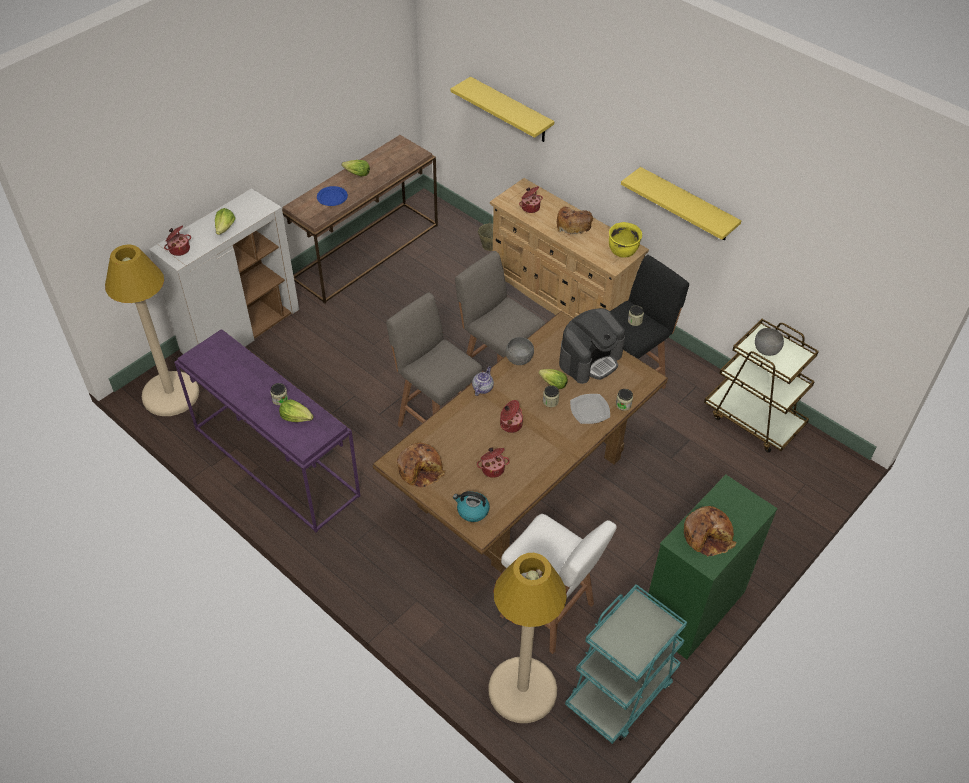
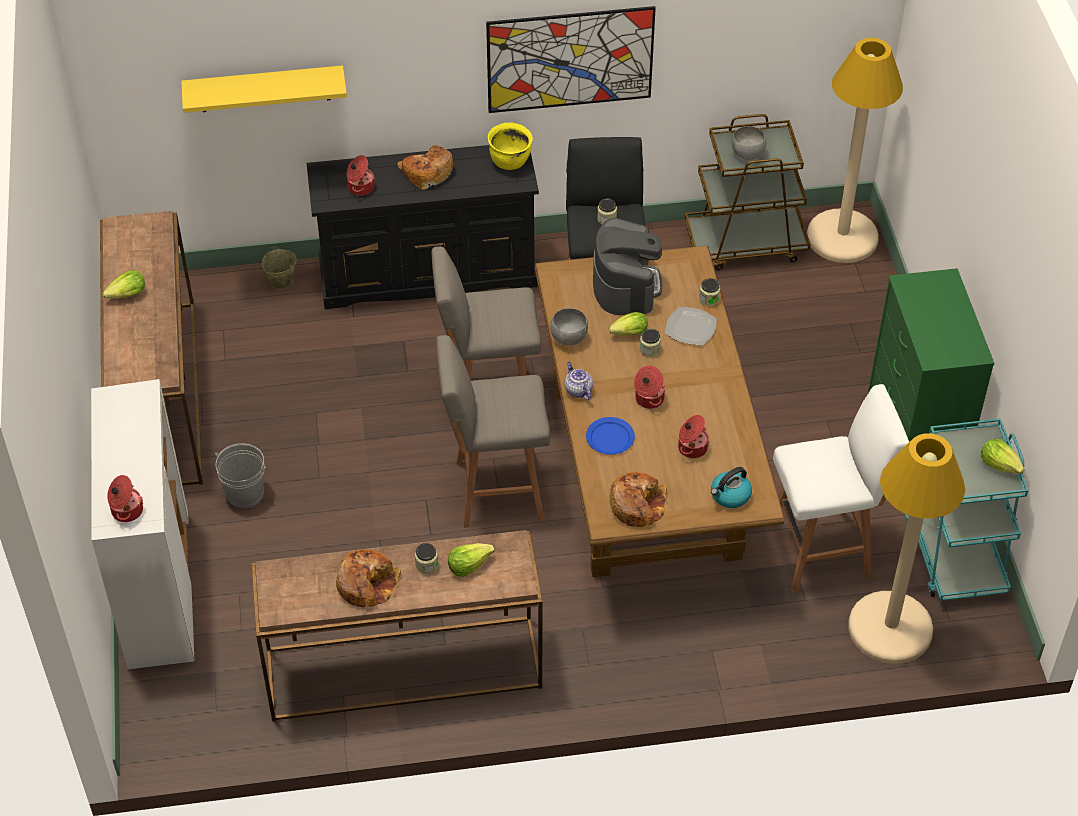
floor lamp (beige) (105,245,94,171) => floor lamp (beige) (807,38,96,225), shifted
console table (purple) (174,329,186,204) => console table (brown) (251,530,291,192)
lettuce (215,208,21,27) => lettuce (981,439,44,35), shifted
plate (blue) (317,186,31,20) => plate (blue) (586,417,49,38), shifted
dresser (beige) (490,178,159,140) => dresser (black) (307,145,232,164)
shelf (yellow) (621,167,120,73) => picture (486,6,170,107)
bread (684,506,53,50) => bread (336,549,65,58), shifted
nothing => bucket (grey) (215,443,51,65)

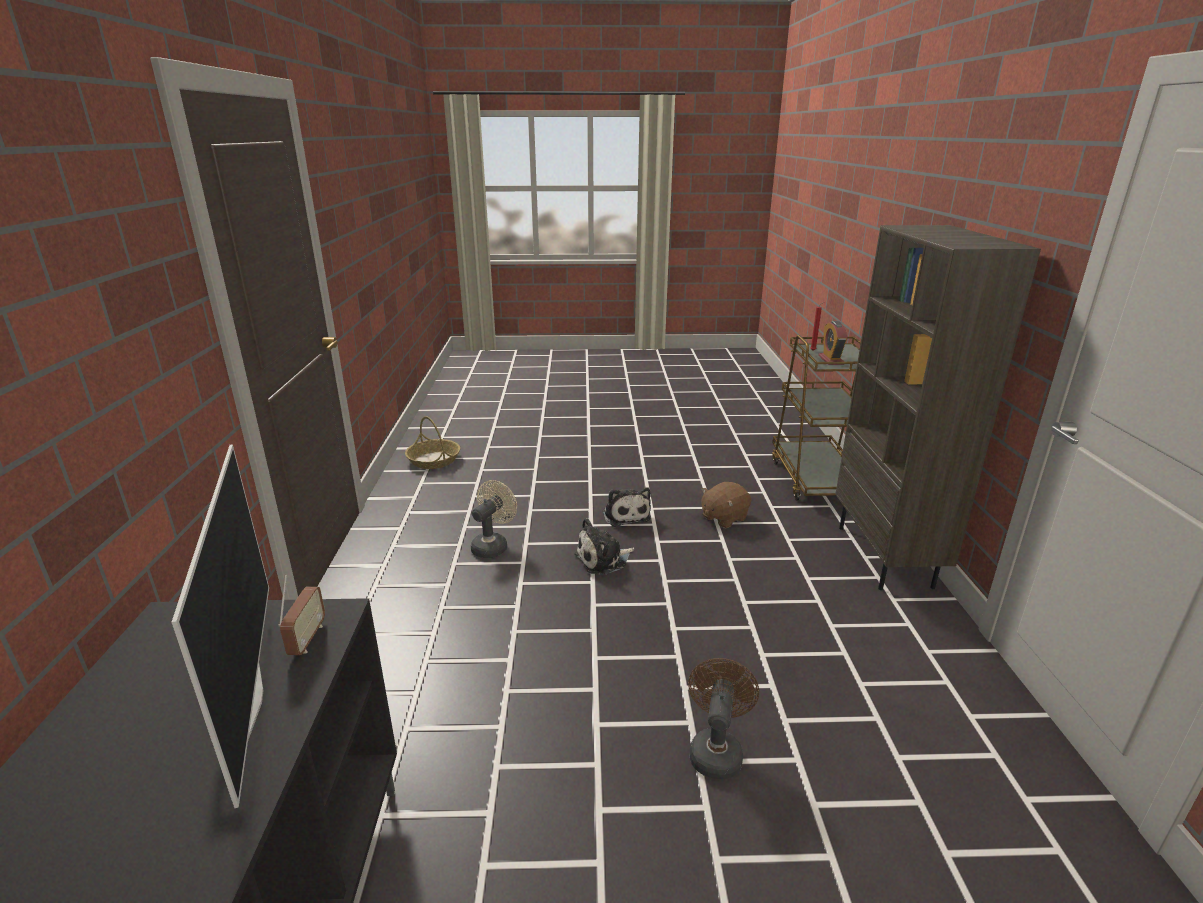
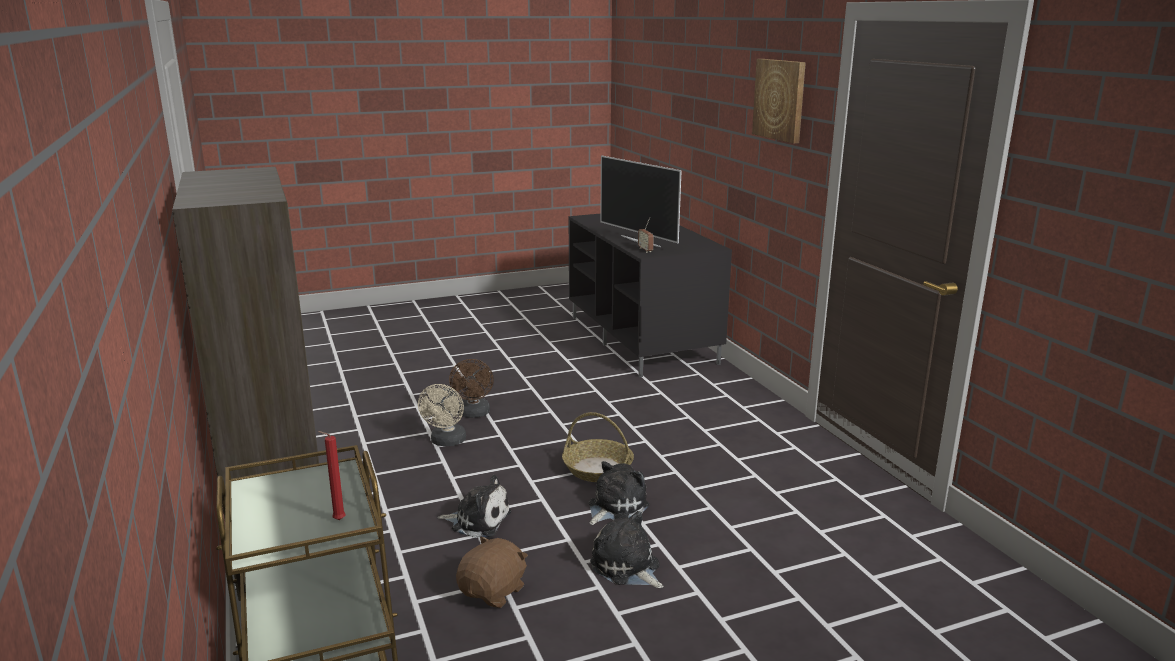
basket (405,416,55,53) => basket (562,412,72,70), shifted
fan (beige) (471,480,46,78) => fan (beige) (418,384,48,62), shifted
alarm clock (818,321,29,44) => nothing
nothing => plush toy (437,475,74,63)
nothing => picture (752,59,54,85)

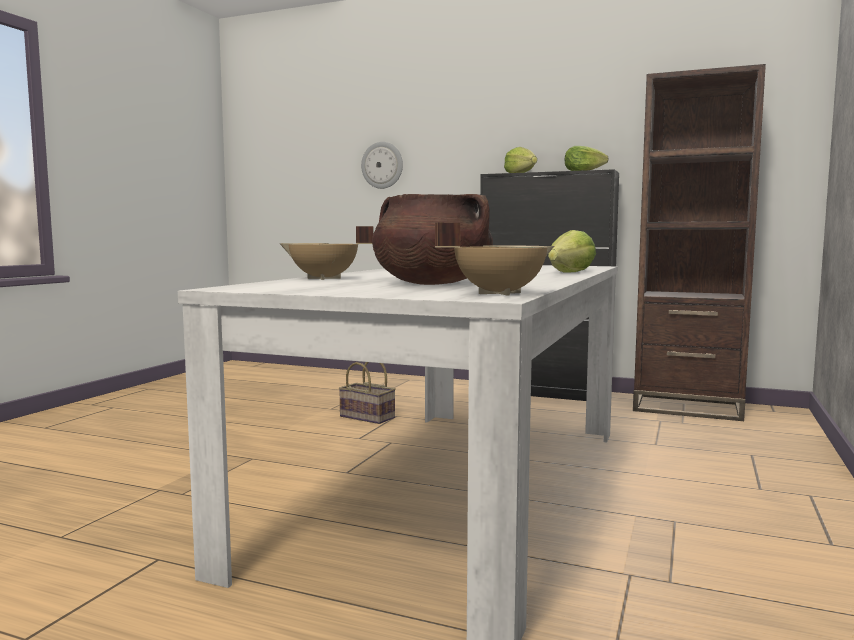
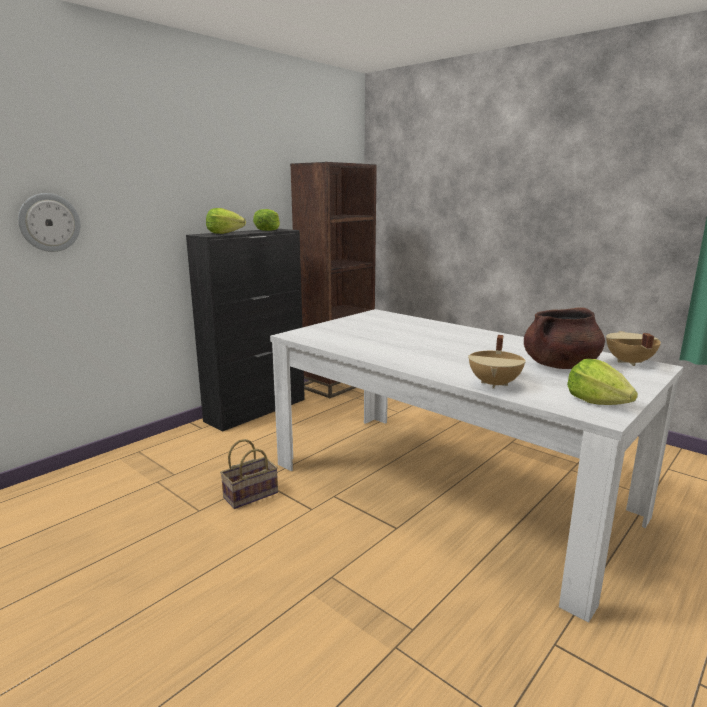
lettuce (548,230,48,42) => lettuce (567,359,71,46), shifted

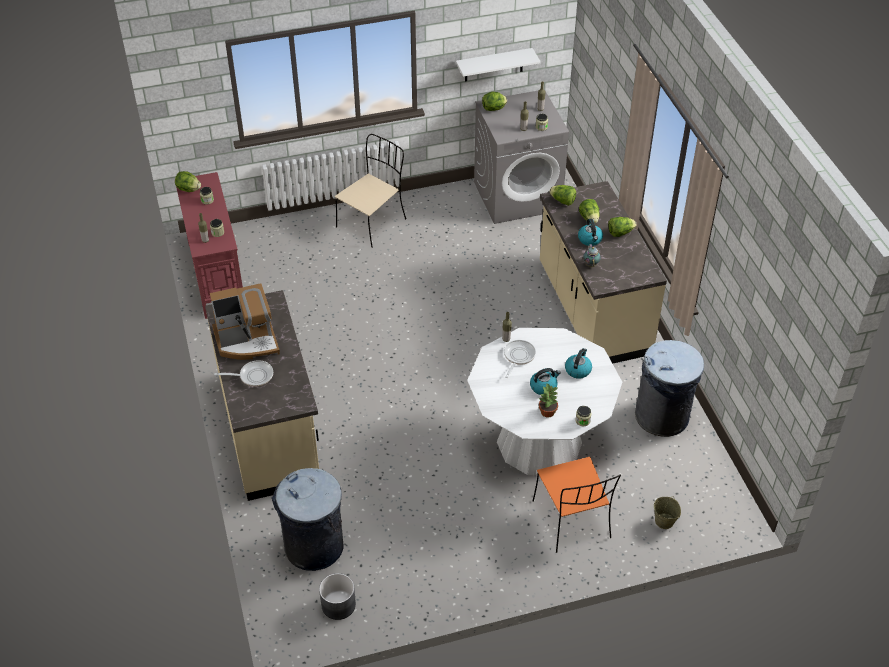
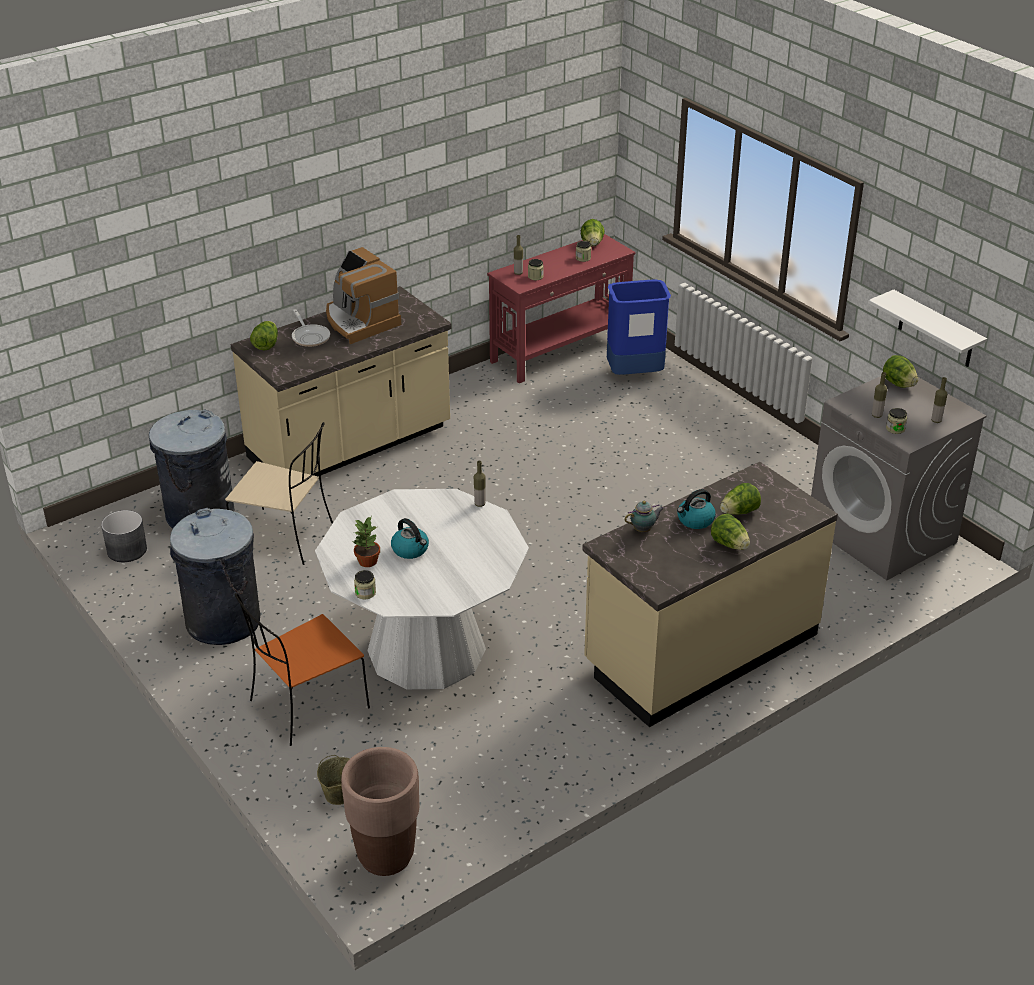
chair (beige) (335,134,71,114) => chair (beige) (225,422,108,143), shifted
frying pan (504,340,32,38) => nothing
lettuce (549,185,27,21) => lettuce (250,321,28,30), shifted
kettle (565,348,27,31) => nothing
trash can (grey) (635,340,69,97) => trash can (grey) (170,508,91,137), shifted
nothing => planter (brown) (341,747,78,129)
nothing => trash can (blue) (607,280,64,95)

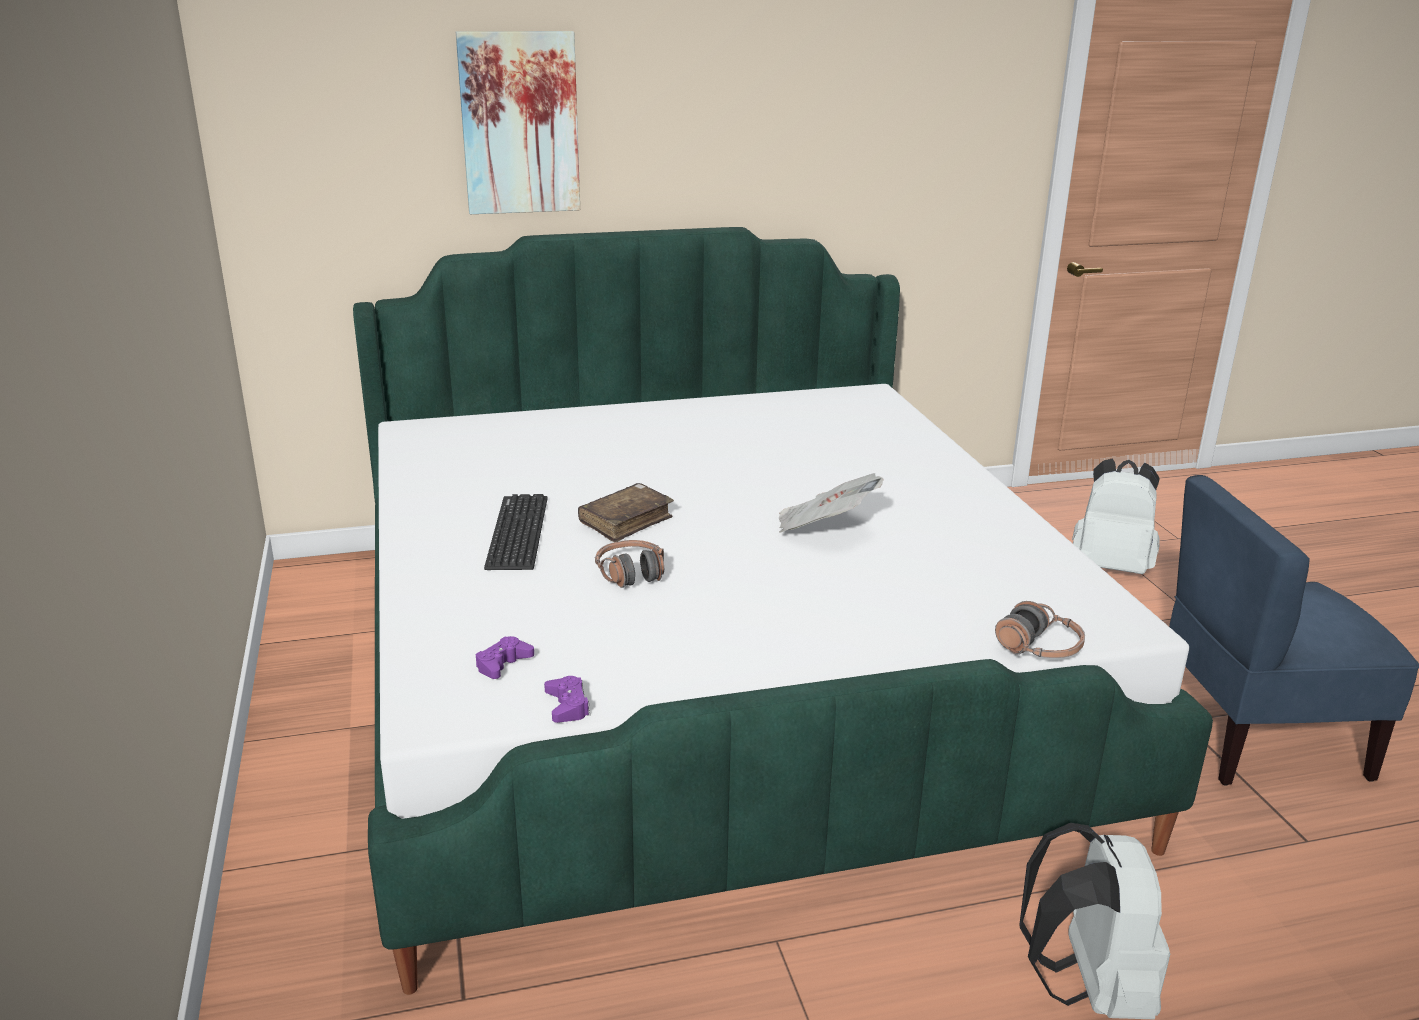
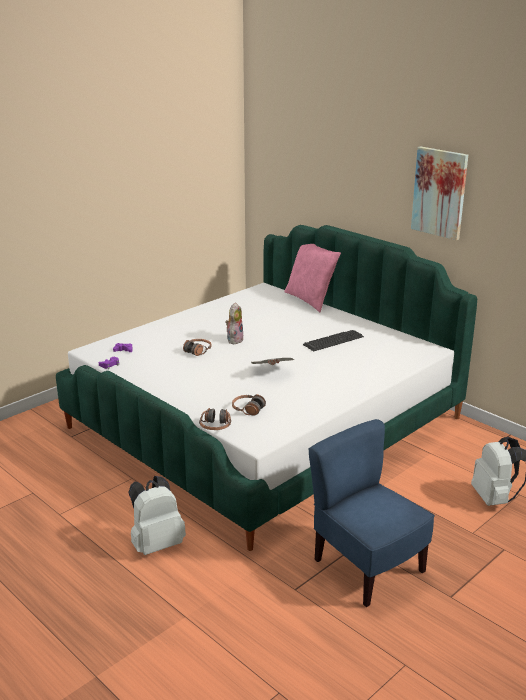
picture (456,31,124,183) => picture (411,146,57,94), shifted
keyboard (484,494,64,76) => keyboard (303,330,61,21), shifted
book (brown) (578,483,96,59) => plush toy (225,302,18,42)
nothing => headphones (232,394,34,22)
nothing => pillow (pink) (284,244,57,68)

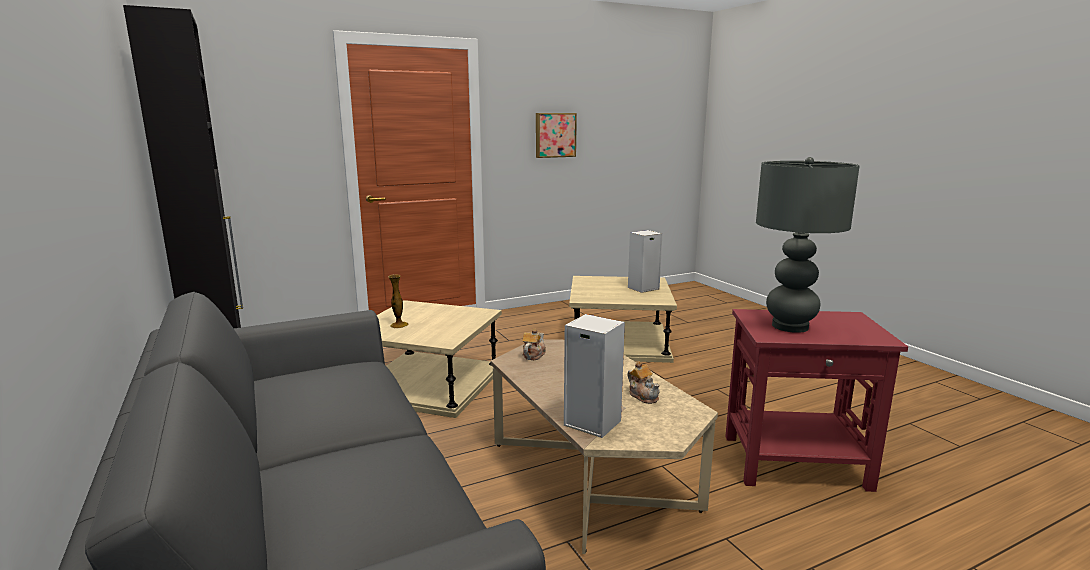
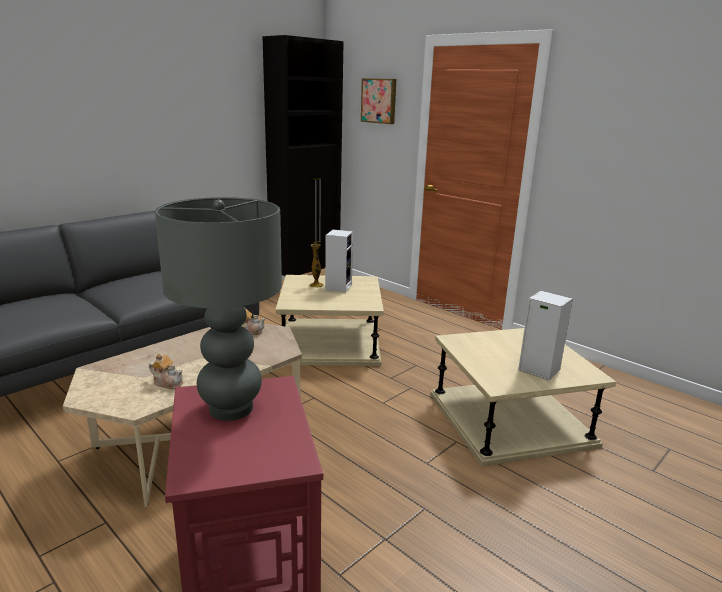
picture (536,113,41,45) => picture (361,78,35,46), shifted
speaker (564,314,61,124) => speaker (325,230,28,63), shifted
teapot (627,361,33,43) => teapot (149,354,34,35), 105 degrees counterclockwise

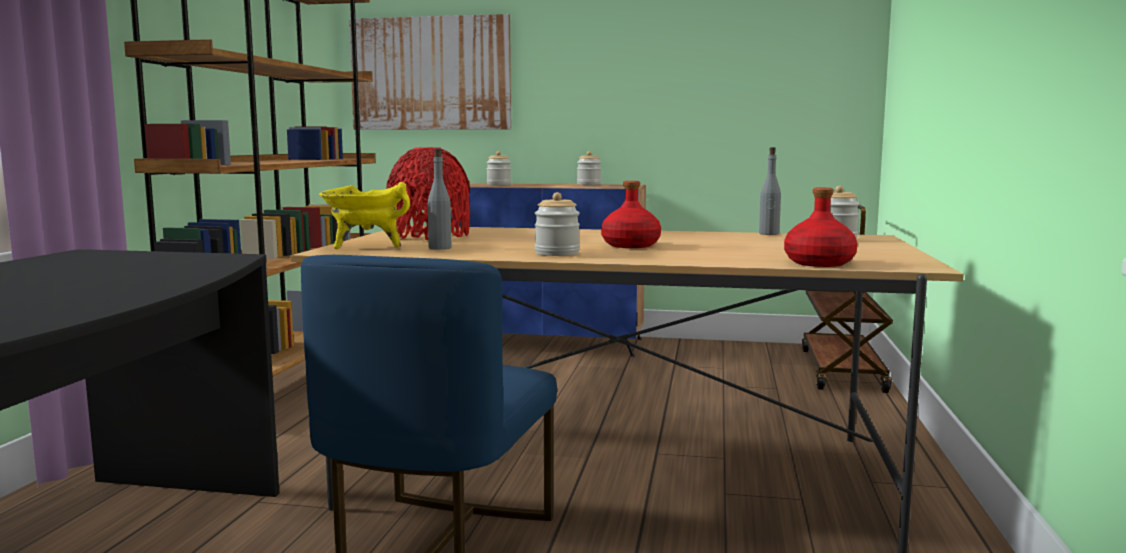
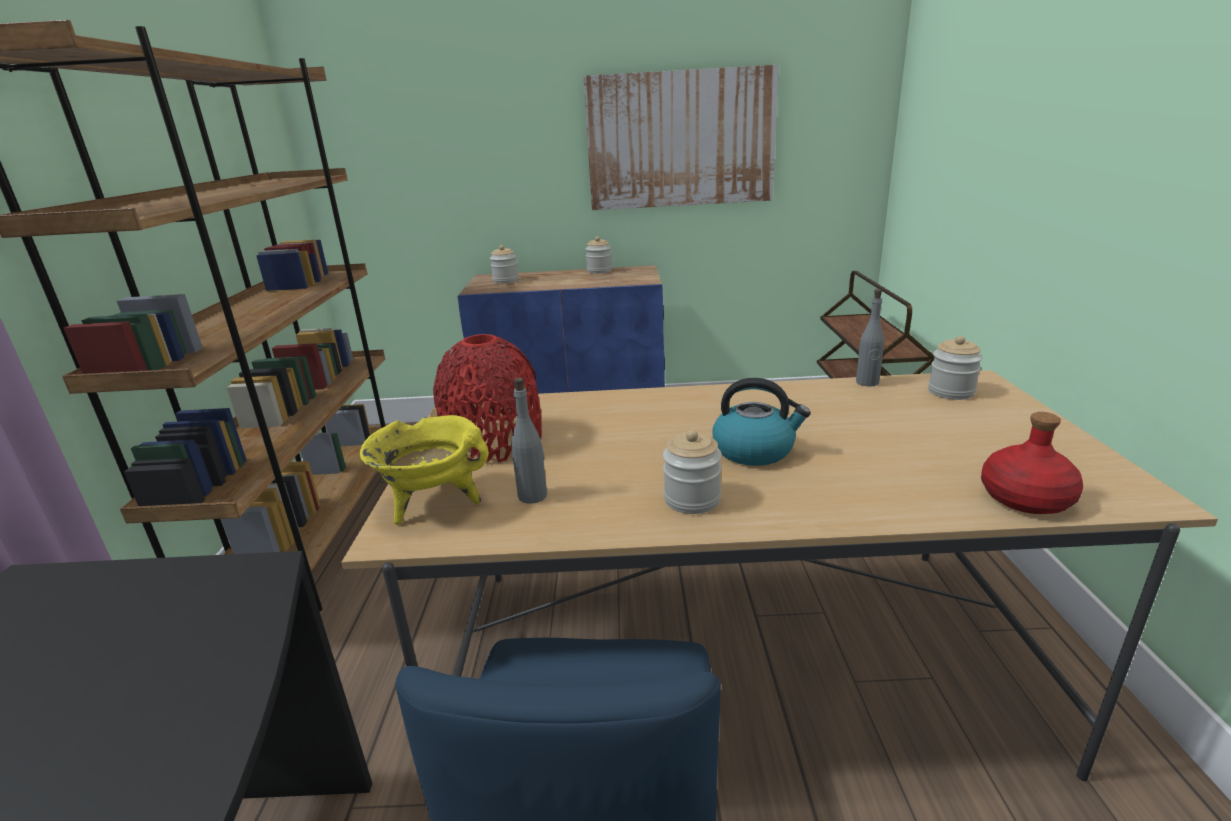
picture (349,14,162,116) => picture (583,65,196,145), shifted
bottle (red) (601,181,60,67) => kettle (712,378,99,88)

